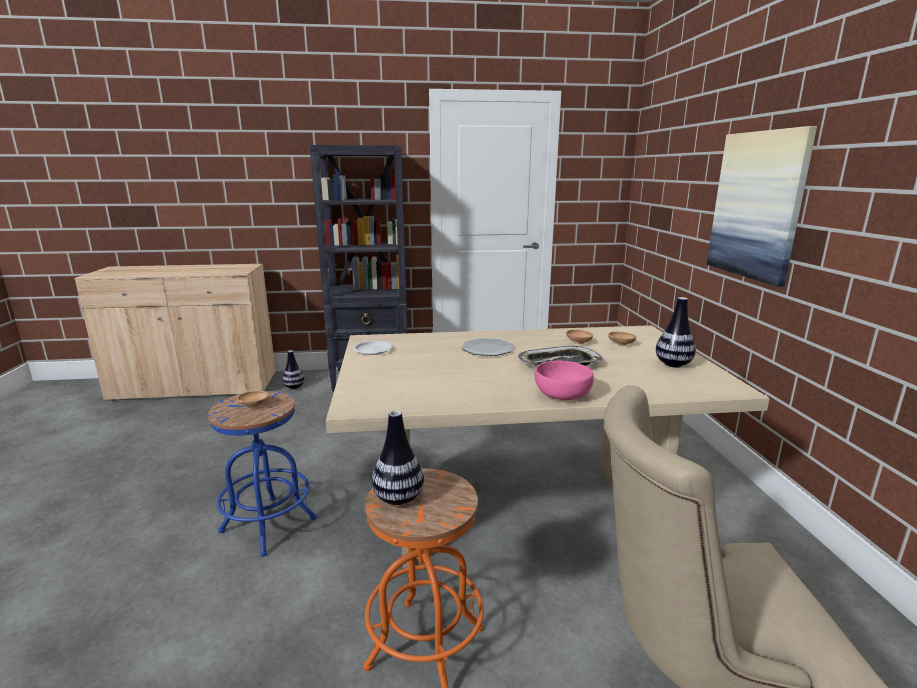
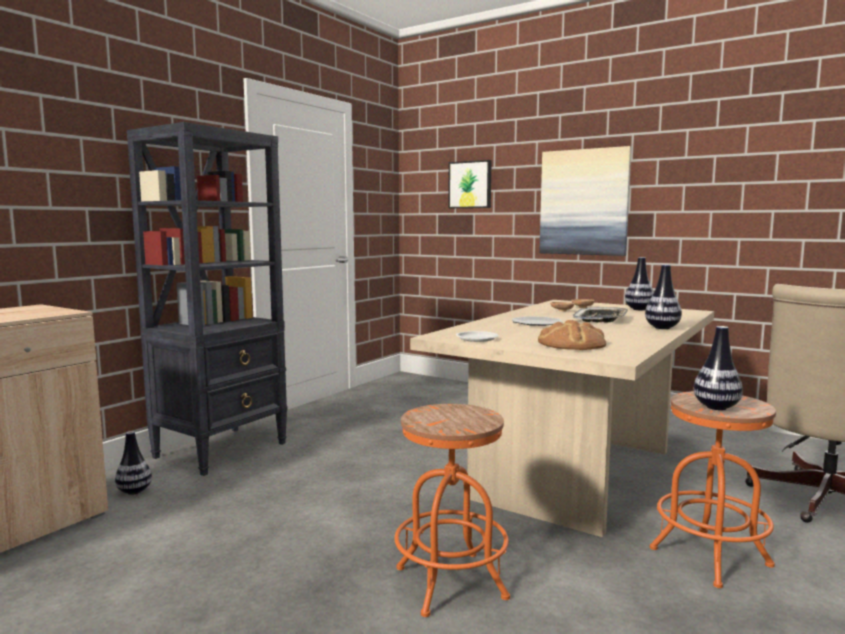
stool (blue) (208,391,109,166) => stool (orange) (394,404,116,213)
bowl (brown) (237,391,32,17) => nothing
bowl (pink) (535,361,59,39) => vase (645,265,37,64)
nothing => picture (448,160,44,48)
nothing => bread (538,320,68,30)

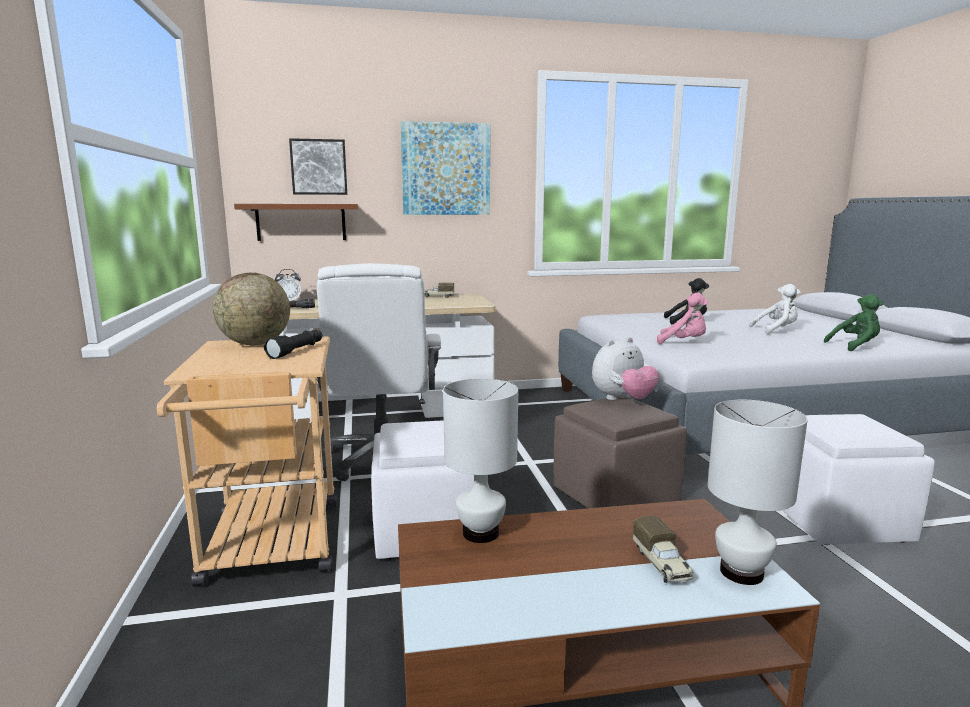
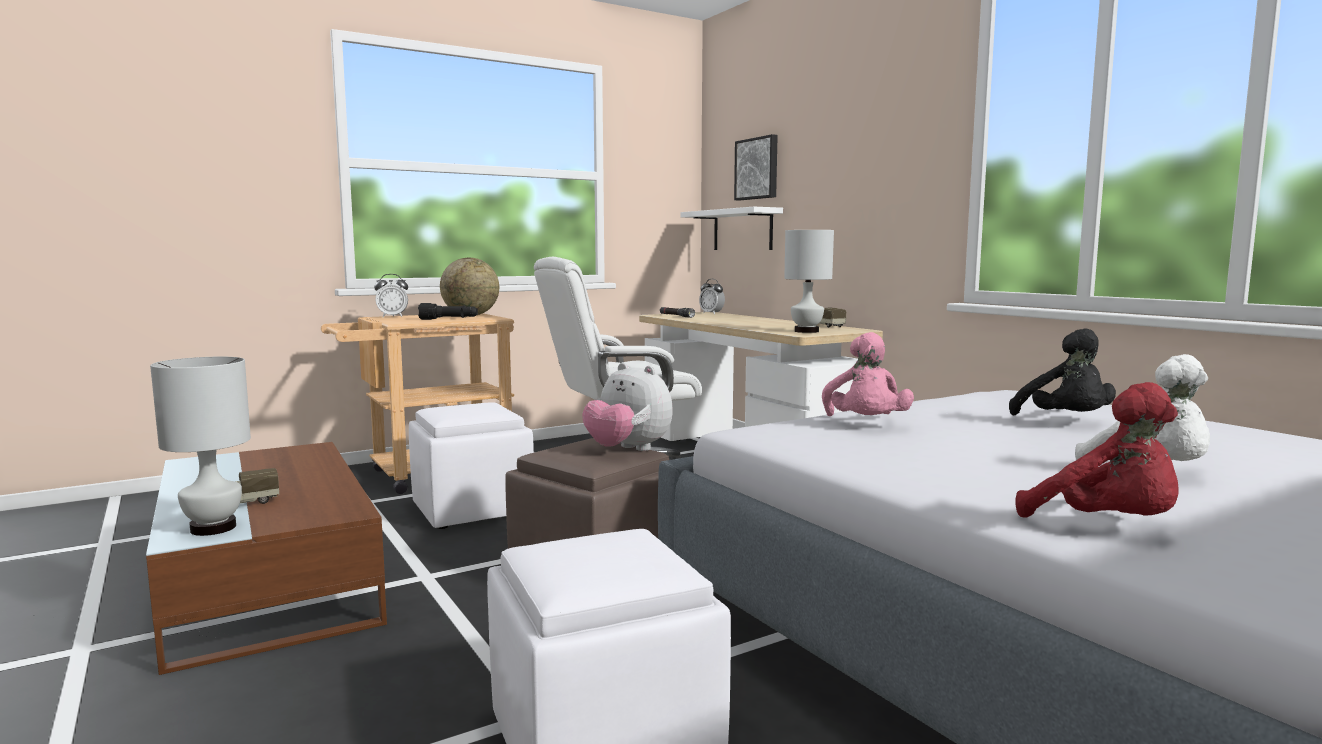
shelf (brown) (234,204,124,37) => shelf (white) (680,207,103,43)
picture (400,121,90,94) => nothing
table lamp (white) (443,379,75,164) => table lamp (white) (784,230,50,103), shifted
plush toy (green) (824,294,59,57) => plush toy (red) (1016,382,163,136)
nothing => alarm clock (374,274,34,43)

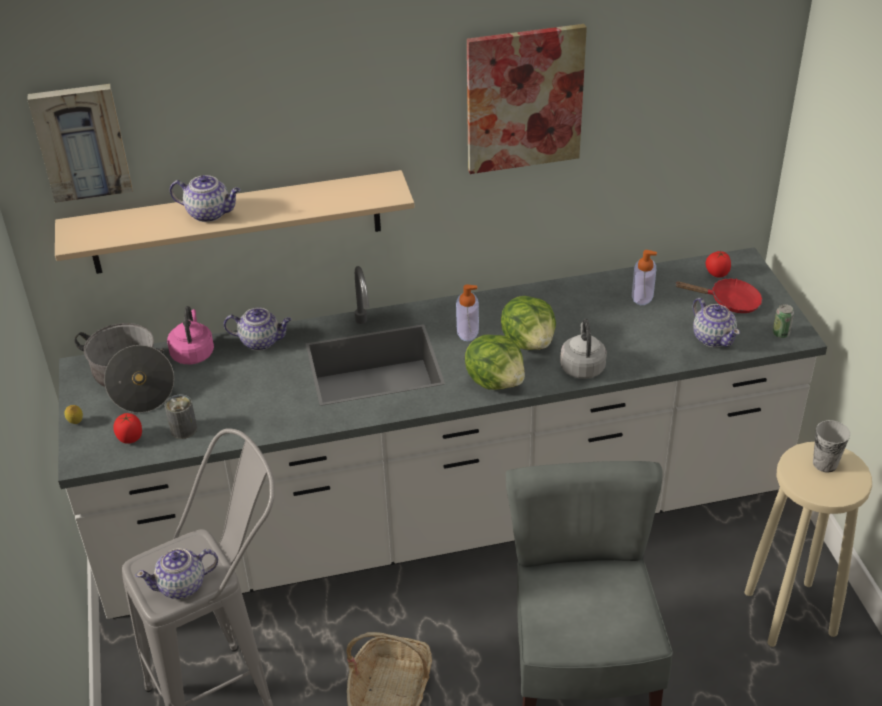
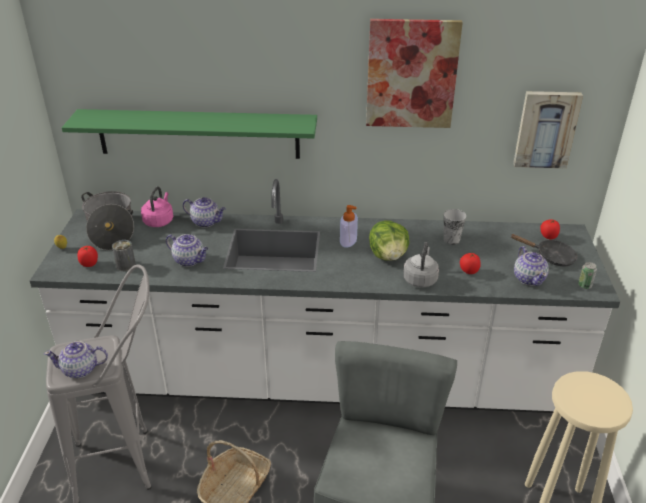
picture (27,84,106,119) => picture (513,91,70,77), shifted
shelf (beige) (55,170,360,104) => shelf (green) (62,109,255,50)
teapot (170,175,70,47) => teapot (166,234,43,33), shifted
lettuce (465,335,60,55) => nothing
soap dispenser (632,250,25,55) => nothing
frying pan (red) (674,279,88,34) => frying pan (black) (510,234,67,32)
cup (813,420,37,52) => cup (444,209,22,36), shifted
nothing => tomato (460,253,21,21)

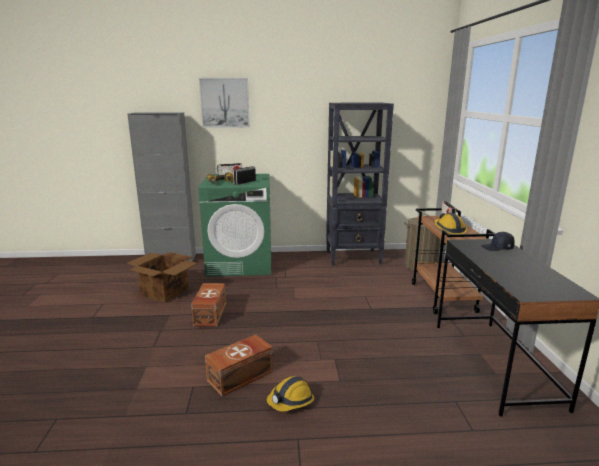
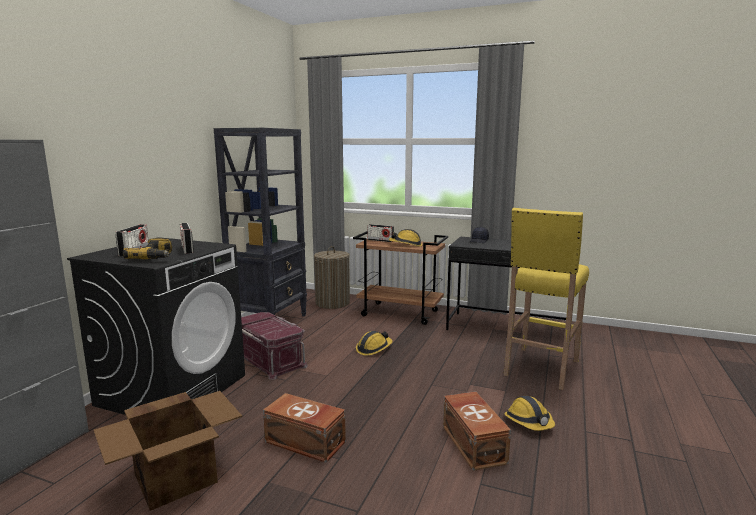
washing machine (green) (198,174,73,103) => washing machine (black) (67,237,178,178)
picture (199,78,51,50) => nothing
nothing => storage box (red) (241,312,67,67)
nothing => hard hat (356,331,36,25)
nothing => stool (yellow) (504,208,85,182)

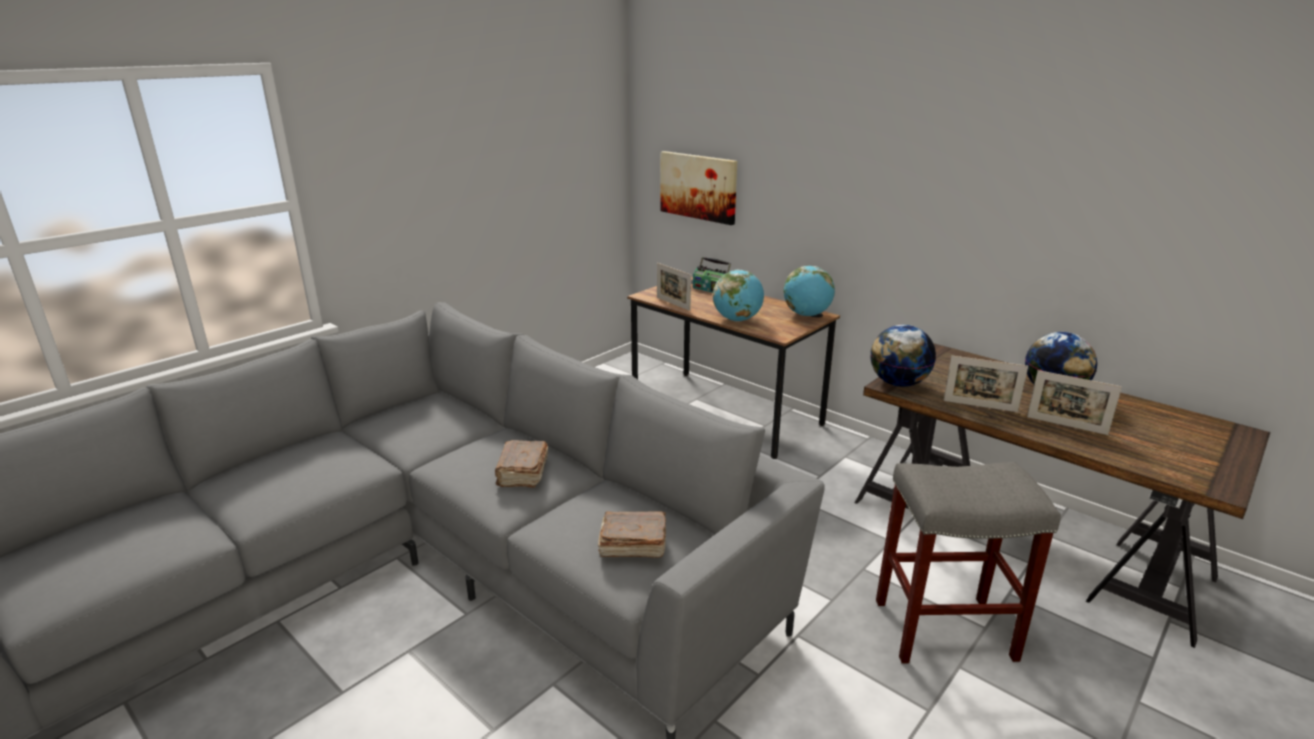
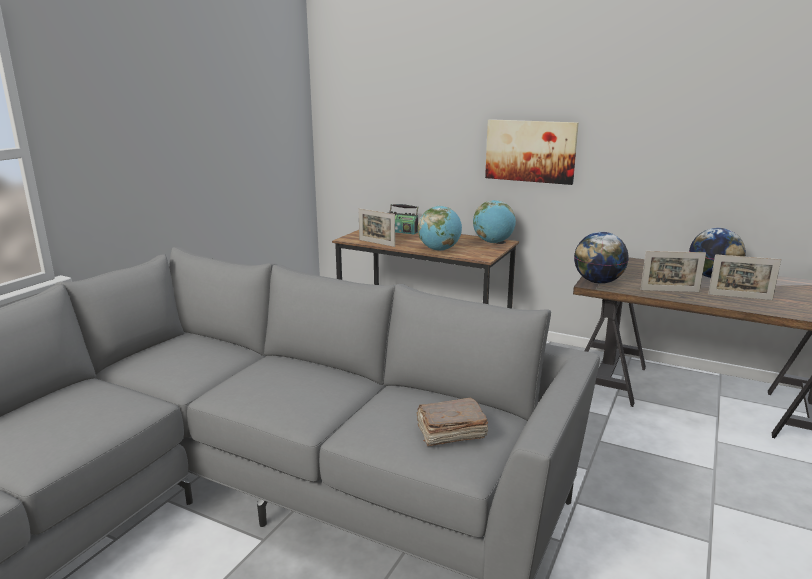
book (brown) (495,440,53,48) => nothing
picture (661,151,76,74) => picture (485,119,94,66), shifted
stool (grey) (876,462,185,201) => nothing

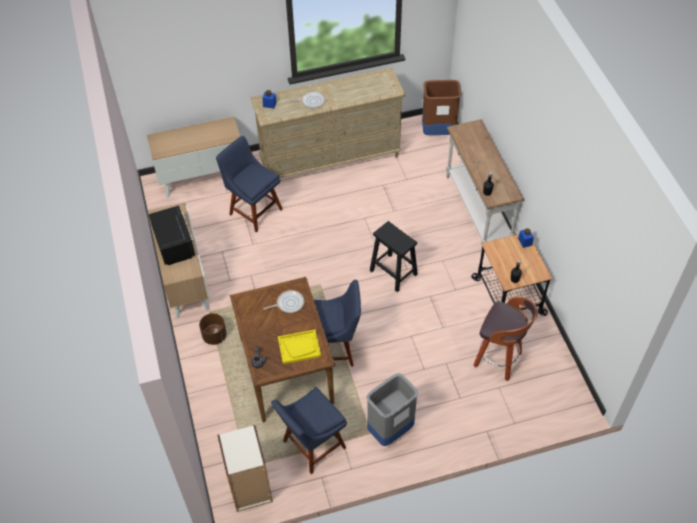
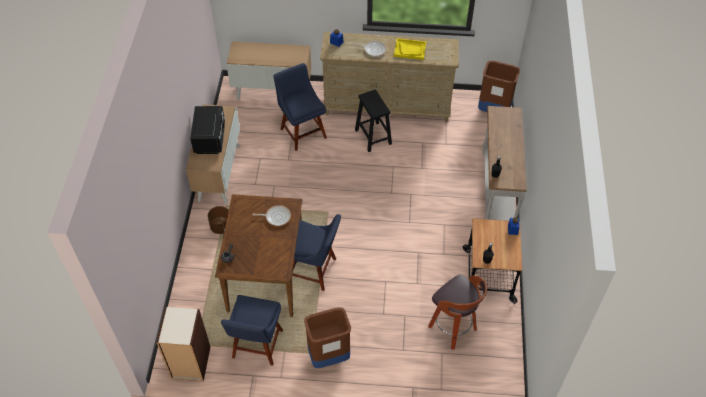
chair (blue) (271,387,76,87) => chair (blue) (221,295,62,71), 60 degrees counterclockwise
tray (yellow) (278,330,43,34) => tray (yellow) (394,38,32,22), shifted
trash can (grey) (366,373,53,73) => trash can (brown) (304,307,47,61)
stool (black) (370,221,48,71) => stool (black) (355,90,37,62), shifted

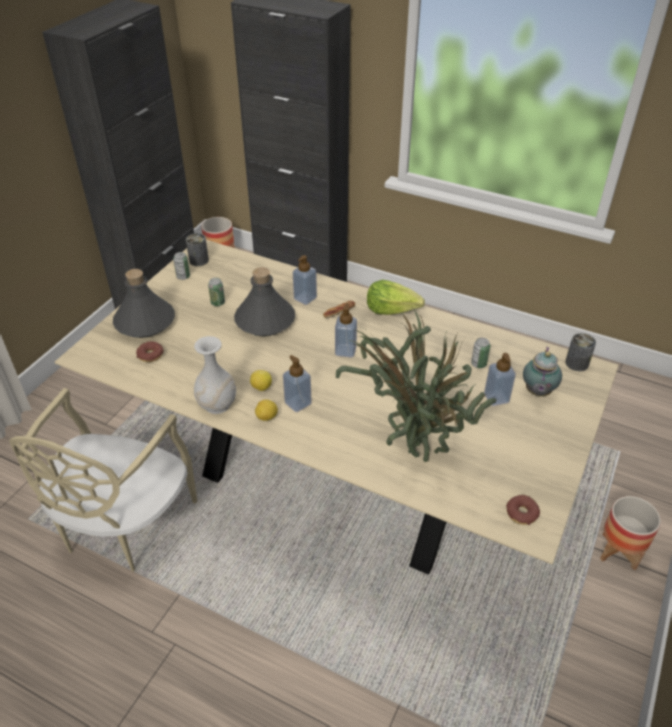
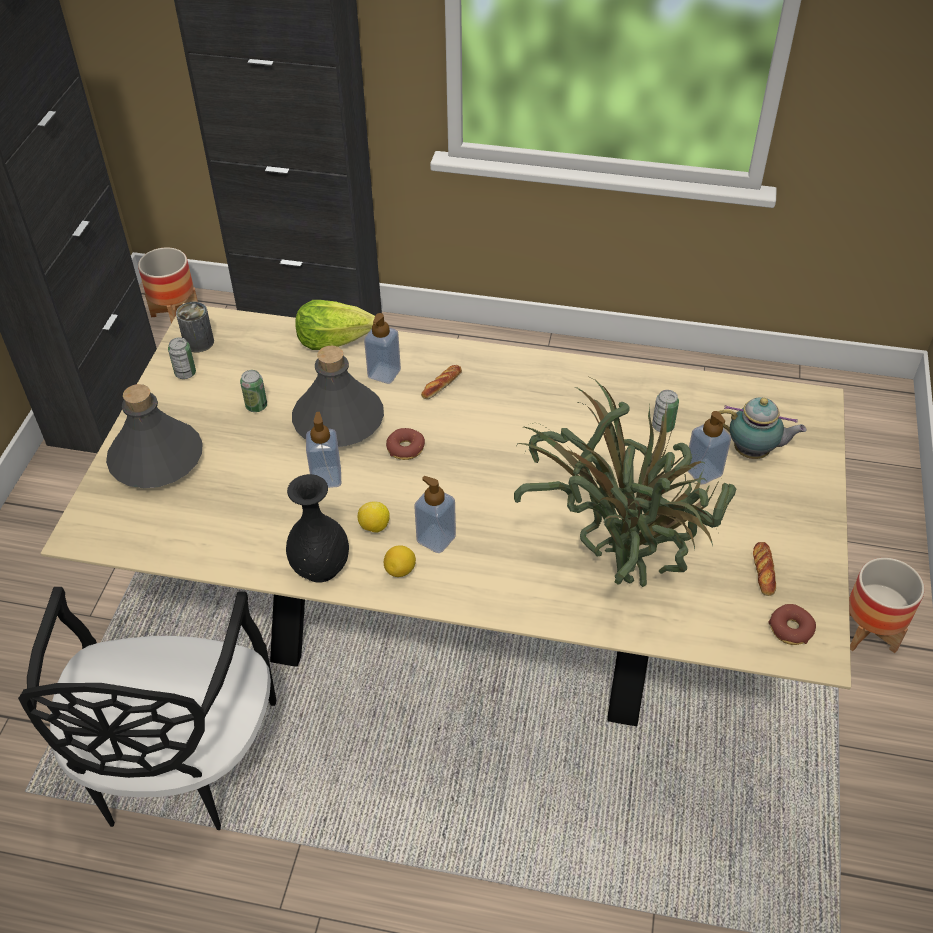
chair (beige) (9,388,188,184) => chair (black) (18,587,258,243)
donut (136,341,28,21) => donut (386,428,39,32), shifted
vase (white) (194,336,42,78) => vase (black) (286,474,63,109)
soap dispenser (335,303,22,54) => soap dispenser (306,412,35,76), shifted
lettuce (367,280,58,35) => lettuce (295,300,80,50), shifted
teapot (523,347,39,49) => teapot (719,397,87,62), 75 degrees counterclockwise
can (565,333,31,38) => nothing
nothing => bread (753,542,23,54)

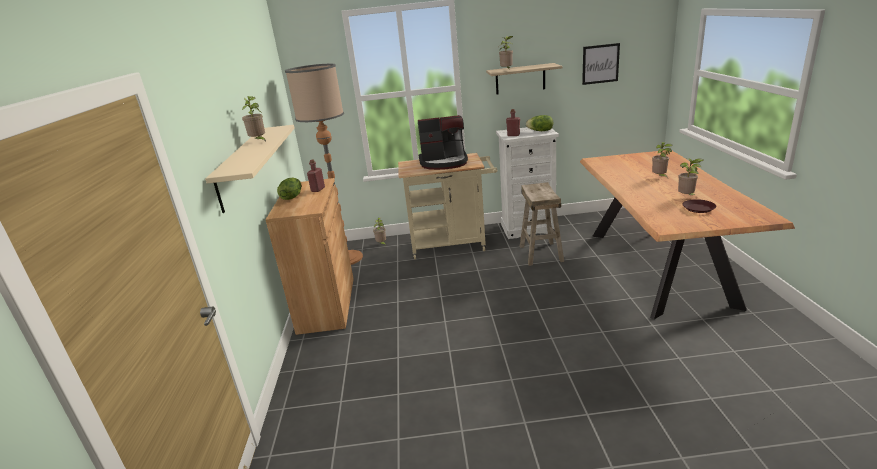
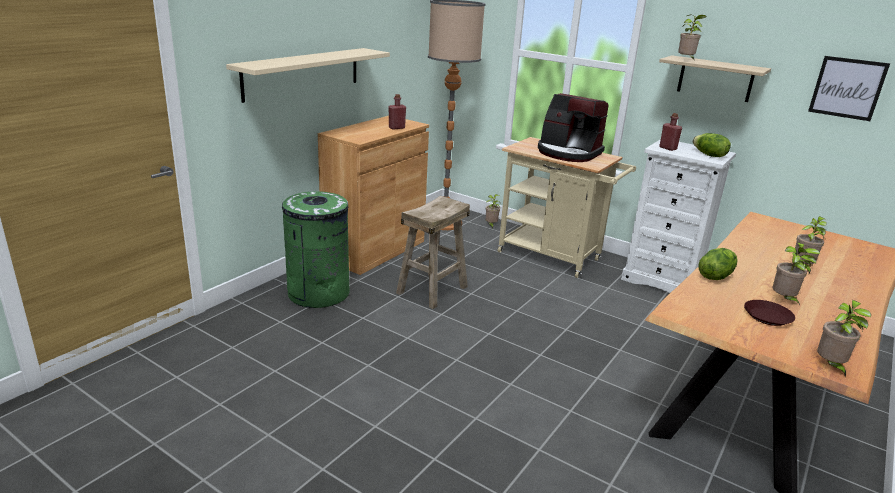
potted plant (242,96,24,46) => potted plant (817,300,54,77), shifted
lettuce (277,178,24,22) => lettuce (698,248,40,32), shifted
stool (beige) (520,182,44,84) => stool (beige) (396,196,74,113), shifted
nothing => trash can (green) (282,191,68,117)

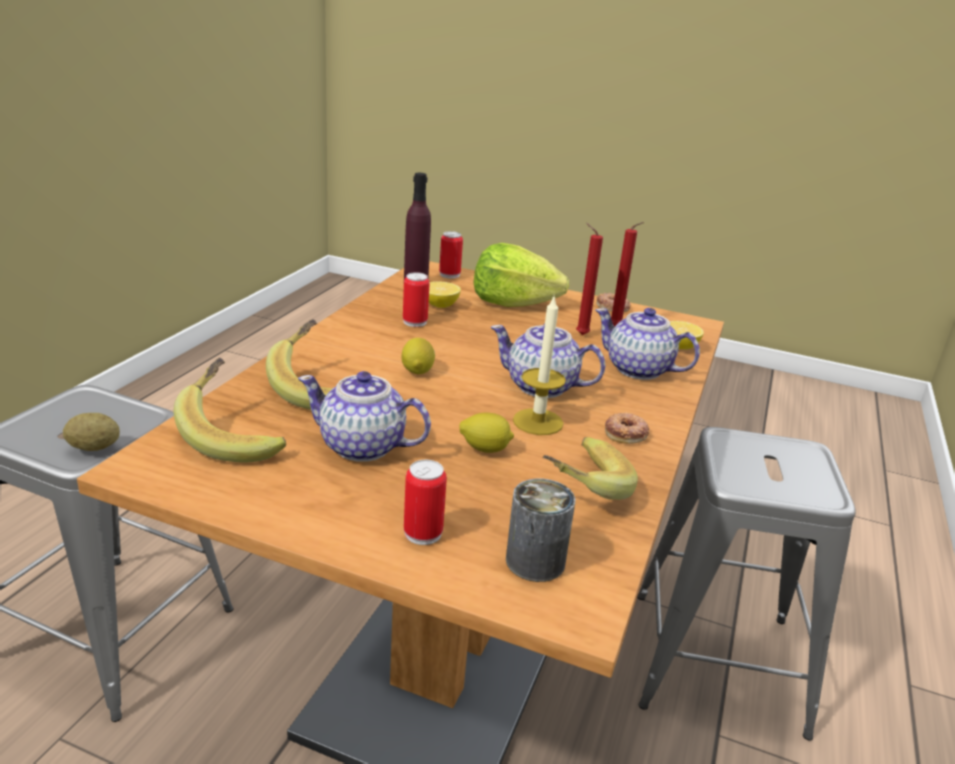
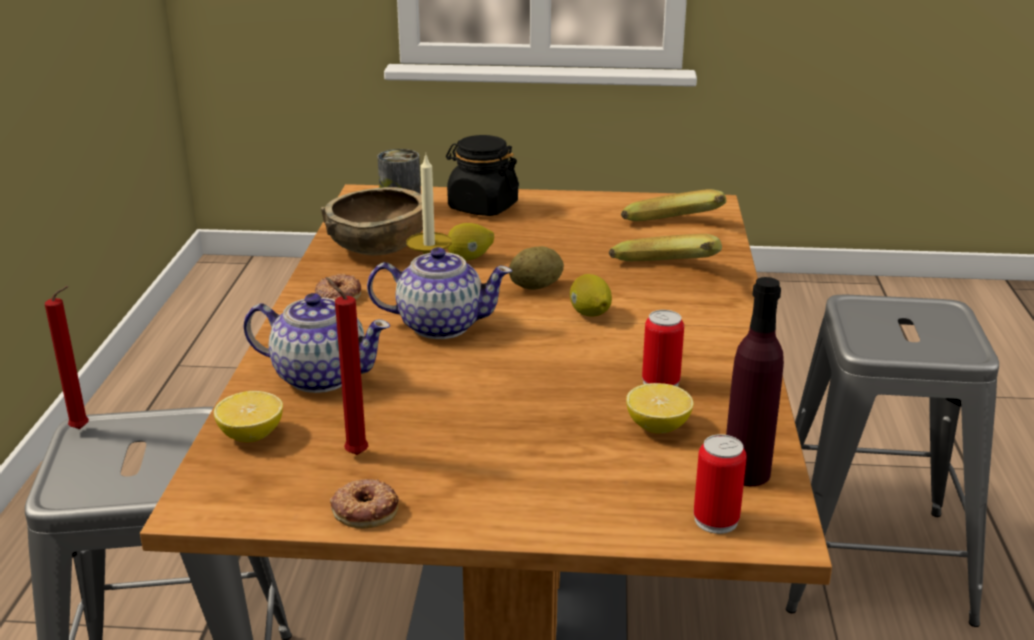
potato (63,413,57,38) => potato (509,246,55,44), shifted
teapot (298,371,133,91) => nothing
can (404,460,43,85) => jar (black) (446,135,73,81)
lettuce (474,243,95,64) => nothing
banana (542,437,96,63) => bowl (brown) (321,187,102,69)
candle (red) (576,223,27,112) => candle (red) (45,286,44,143), shifted

